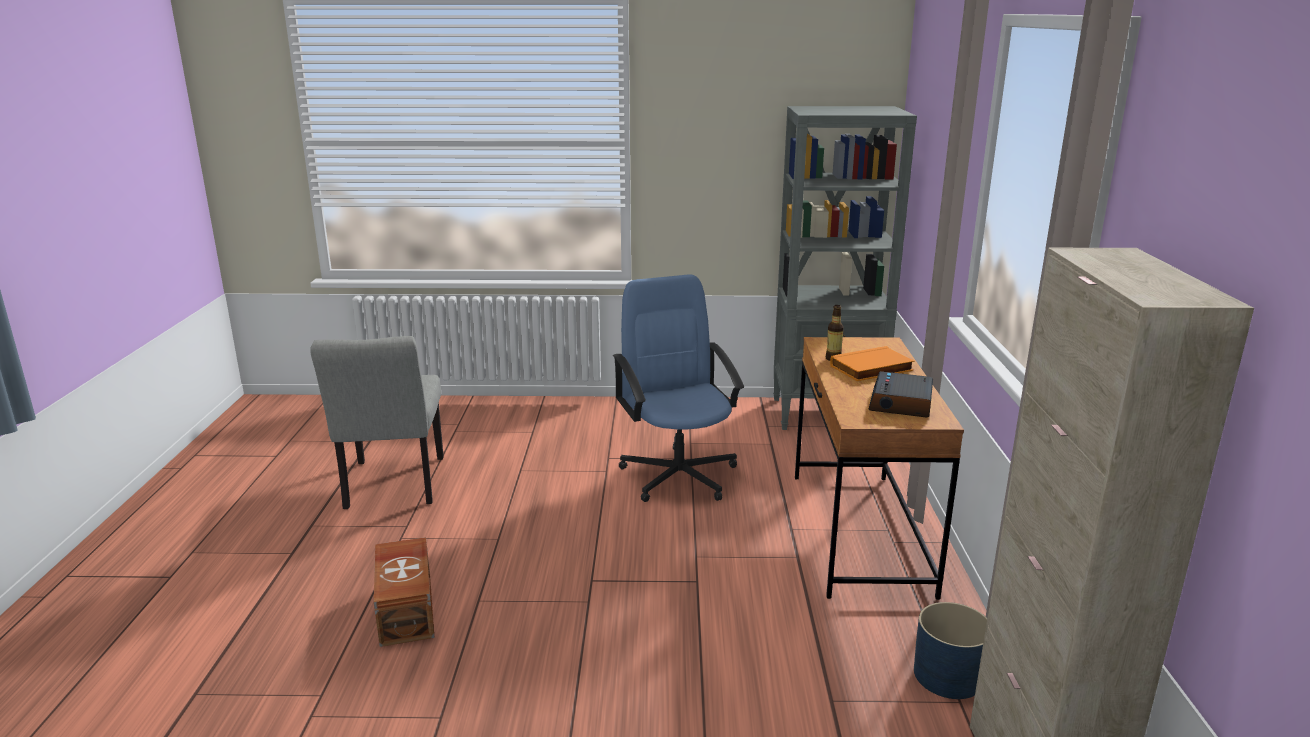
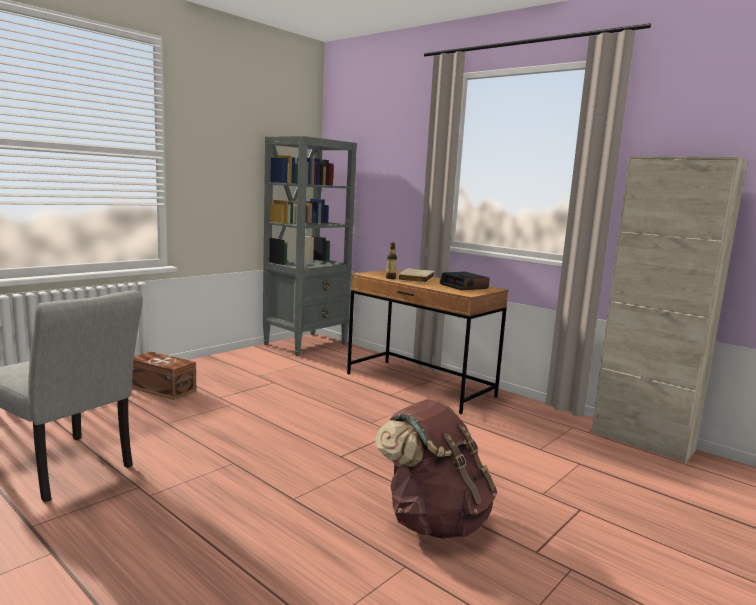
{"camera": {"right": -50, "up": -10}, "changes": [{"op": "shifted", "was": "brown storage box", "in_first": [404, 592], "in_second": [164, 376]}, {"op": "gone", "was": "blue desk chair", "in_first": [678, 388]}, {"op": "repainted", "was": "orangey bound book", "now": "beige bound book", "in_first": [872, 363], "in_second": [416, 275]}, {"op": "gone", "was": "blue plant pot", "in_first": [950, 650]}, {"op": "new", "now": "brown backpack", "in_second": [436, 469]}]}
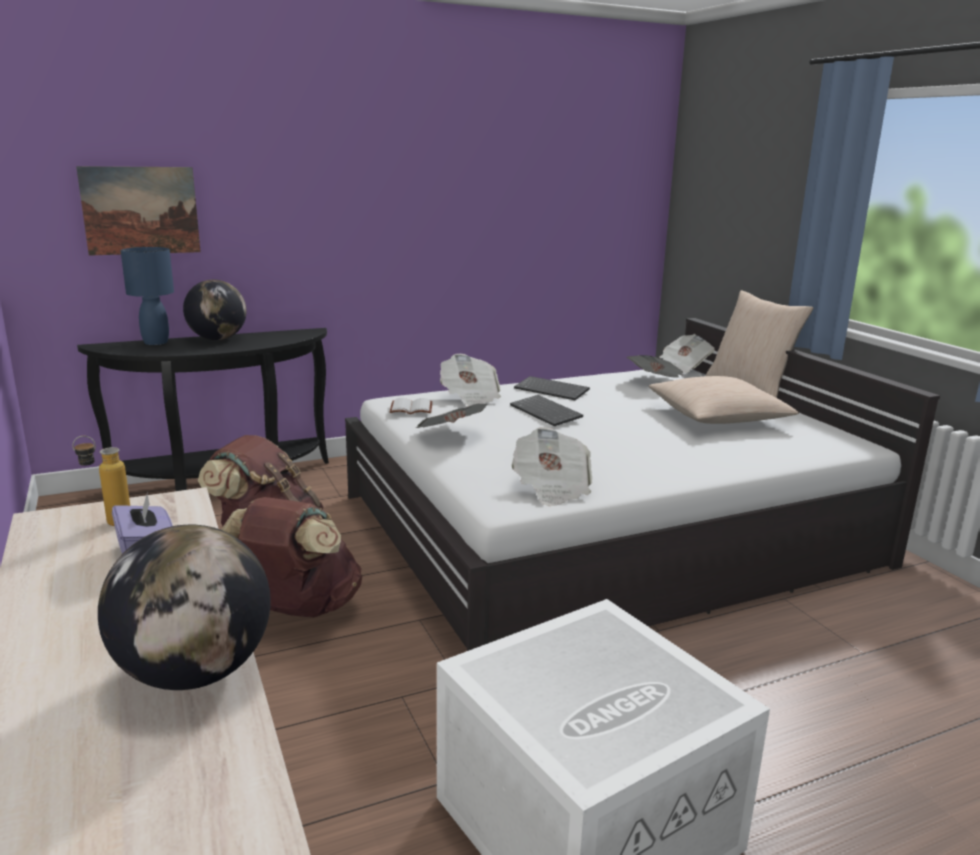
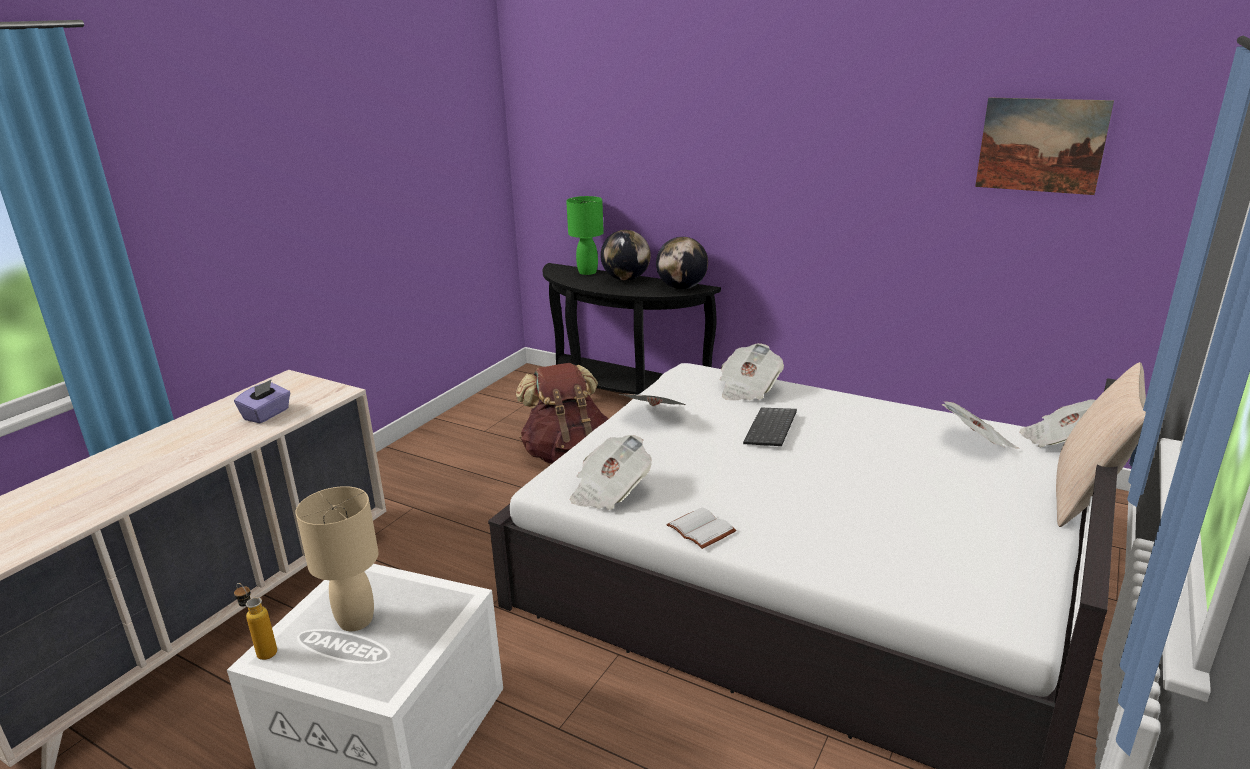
{"camera": {"right": 55, "up": 5}, "changes": [{"op": "shifted", "was": "drink bottle", "in_first": [101, 481], "in_second": [255, 621]}, {"op": "shifted", "was": "wall art", "in_first": [138, 211], "in_second": [1044, 146]}, {"op": "shifted", "was": "globe", "in_first": [184, 607], "in_second": [682, 263]}, {"op": "repainted", "was": "blue lamp for a table", "now": "green lamp for a table", "in_first": [147, 296], "in_second": [585, 235]}, {"op": "gone", "was": "brown backpack", "in_first": [291, 557]}, {"op": "shifted", "was": "white-coloured bound book", "in_first": [411, 406], "in_second": [701, 528]}, {"op": "gone", "was": "keyboard", "in_first": [552, 388]}, {"op": "gone", "was": "beige throw pillow", "in_first": [724, 400]}, {"op": "new", "now": "beige lamp for a table", "in_second": [337, 558]}]}
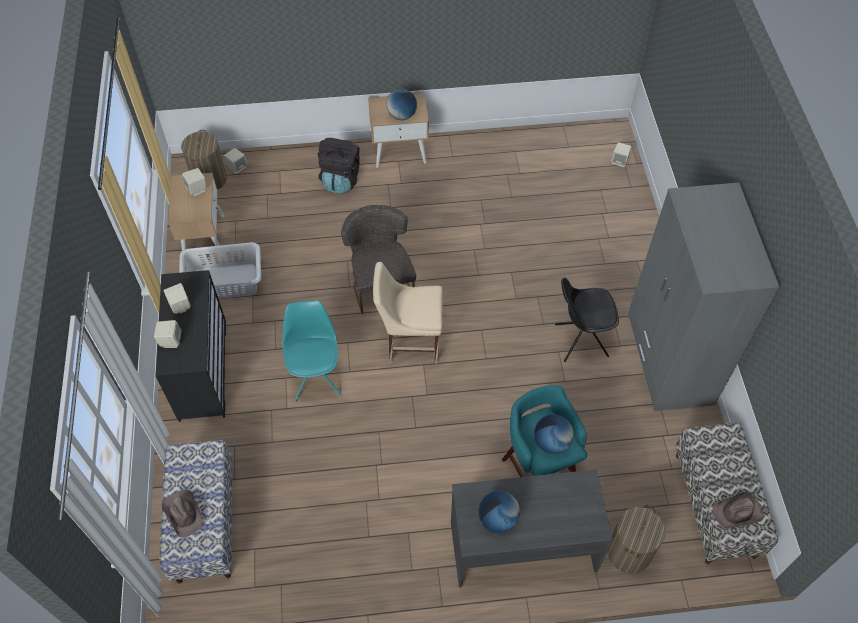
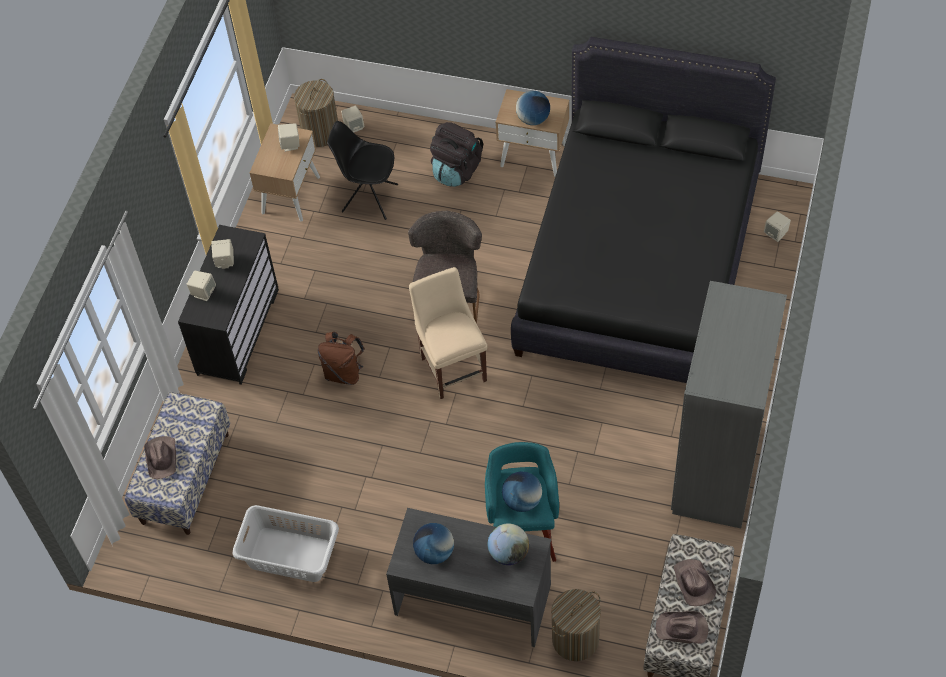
{"camera": {"right": 25, "up": 0}, "changes": [{"op": "shifted", "was": "greyish laundry basket", "in_first": [220, 270], "in_second": [285, 543]}, {"op": "swapped", "was": "turquoise plain chair", "now": "brown backpack", "in_first": [312, 351], "in_second": [341, 358]}, {"op": "rotated", "was": "beige plain chair", "in_first": [407, 312], "in_second": [448, 333], "clockwise": 45}, {"op": "shifted", "was": "black-coloured plain chair", "in_first": [587, 320], "in_second": [362, 170]}, {"op": "new", "now": "globe", "in_second": [508, 544]}, {"op": "new", "now": "black-coloured sleeping bed", "in_second": [643, 210]}, {"op": "new", "now": "brown wearable hat", "in_second": [695, 582]}]}
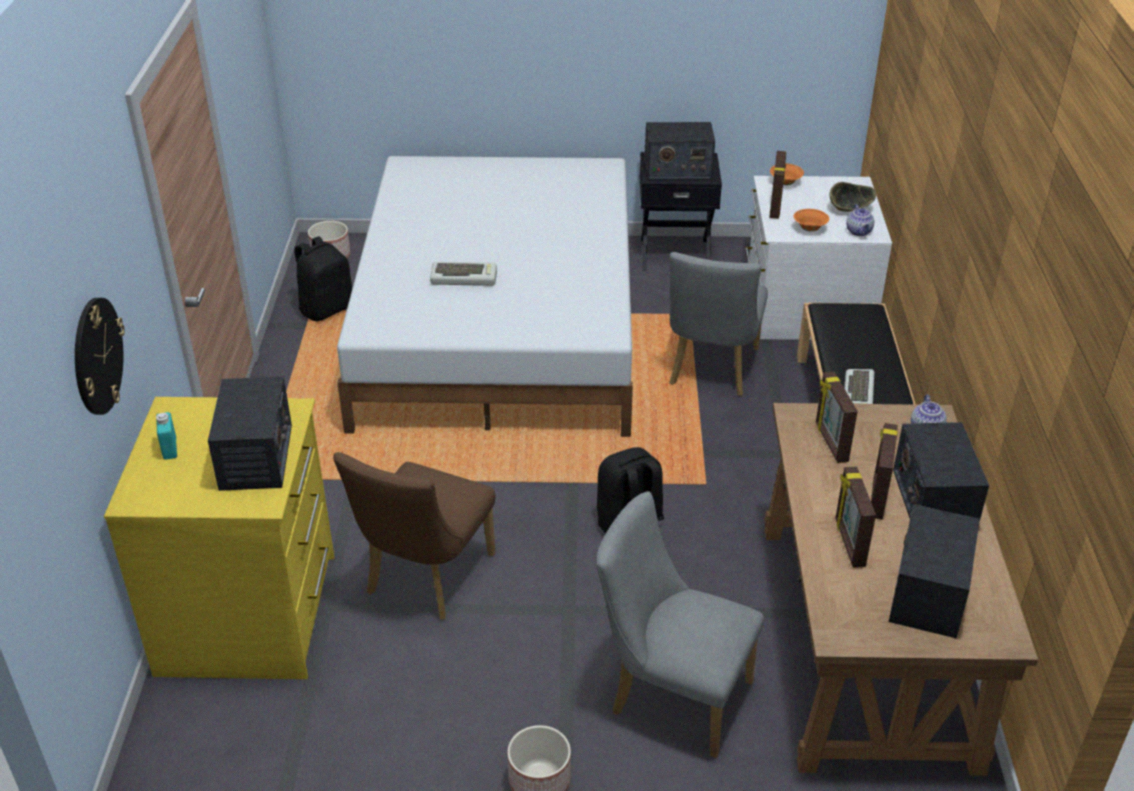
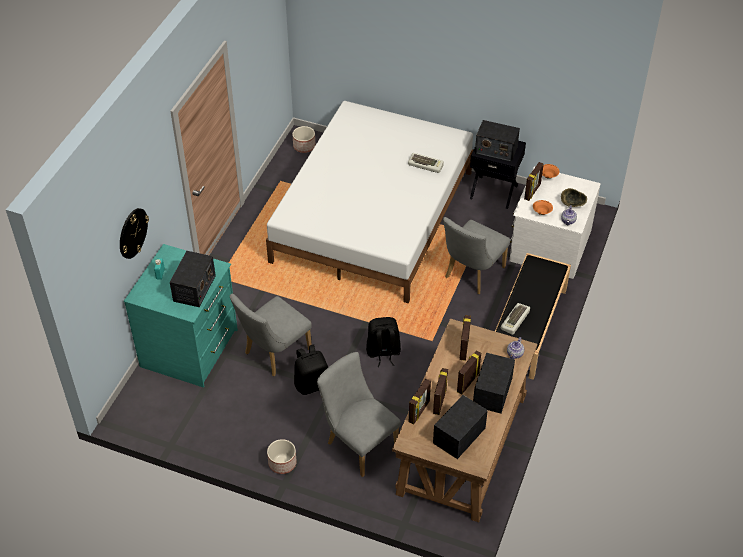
{"camera": {"right": 20, "up": 10}, "changes": [{"op": "repainted", "was": "yellow chest of drawers", "now": "turquoise chest of drawers", "in_first": [219, 538], "in_second": [181, 316]}, {"op": "shifted", "was": "black-coloured backpack", "in_first": [323, 278], "in_second": [311, 369]}, {"op": "repainted", "was": "brown plain chair", "now": "greyish plain chair", "in_first": [414, 535], "in_second": [271, 335]}, {"op": "shifted", "was": "keyboard", "in_first": [463, 273], "in_second": [426, 163]}, {"op": "new", "now": "standing frame", "in_second": [420, 401]}]}
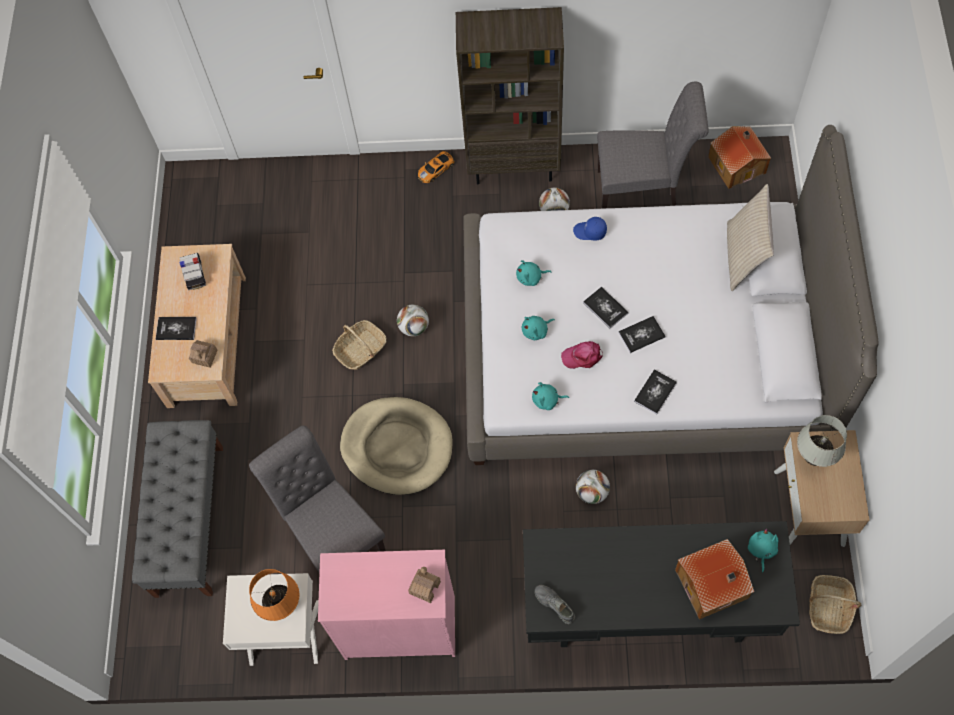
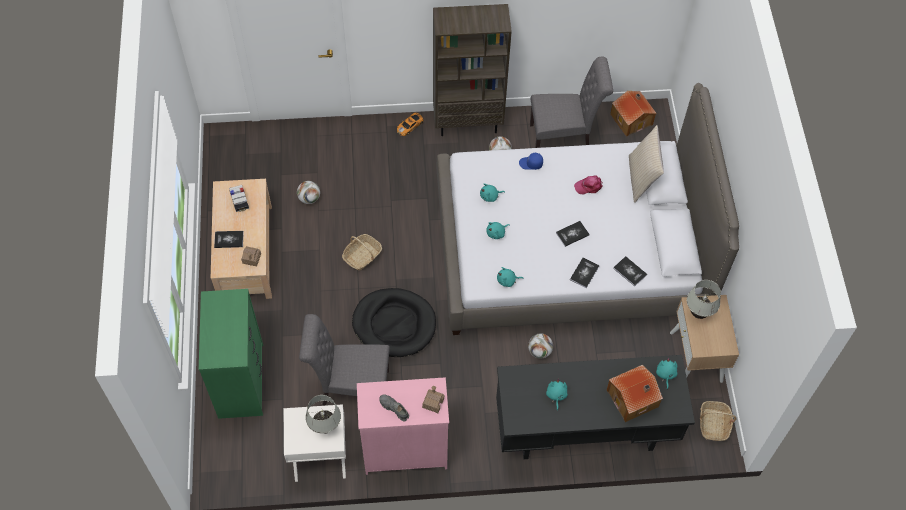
{"camera": {"right": -10, "up": -5}, "changes": [{"op": "swapped", "was": "greyish indoor bench", "now": "green chest of drawers", "in_first": [177, 509], "in_second": [231, 354]}, {"op": "rotated", "was": "greyish plain chair", "in_first": [317, 499], "in_second": [344, 360], "clockwise": -45}, {"op": "repainted", "was": "orangey lamp for a table", "now": "white-coloured lamp for a table", "in_first": [274, 595], "in_second": [323, 414]}, {"op": "repainted", "was": "beige dog bed", "now": "black-coloured dog bed", "in_first": [396, 446], "in_second": [394, 322]}, {"op": "shifted", "was": "football ball", "in_first": [413, 320], "in_second": [308, 192]}, {"op": "shifted", "was": "greyish low shoe", "in_first": [555, 604], "in_second": [394, 407]}, {"op": "shifted", "was": "pink-coloured cap", "in_first": [582, 355], "in_second": [588, 185]}, {"op": "shifted", "was": "bound book", "in_first": [606, 307], "in_second": [630, 271]}, {"op": "new", "now": "turquoise cuddly toy", "in_second": [557, 394]}]}
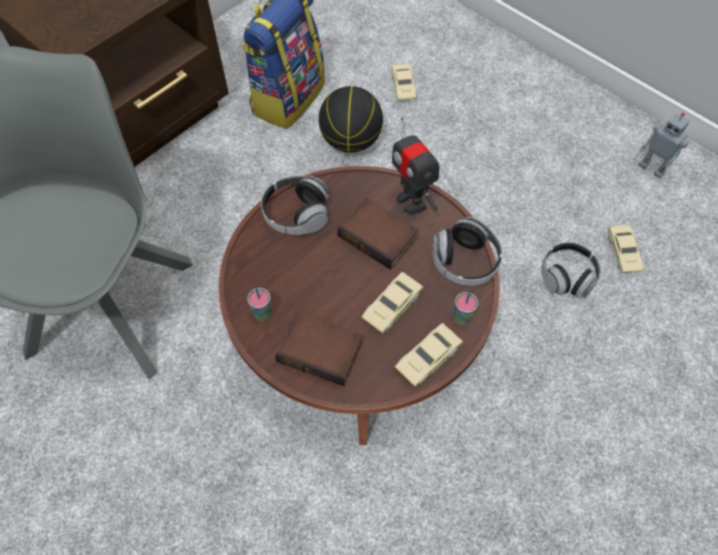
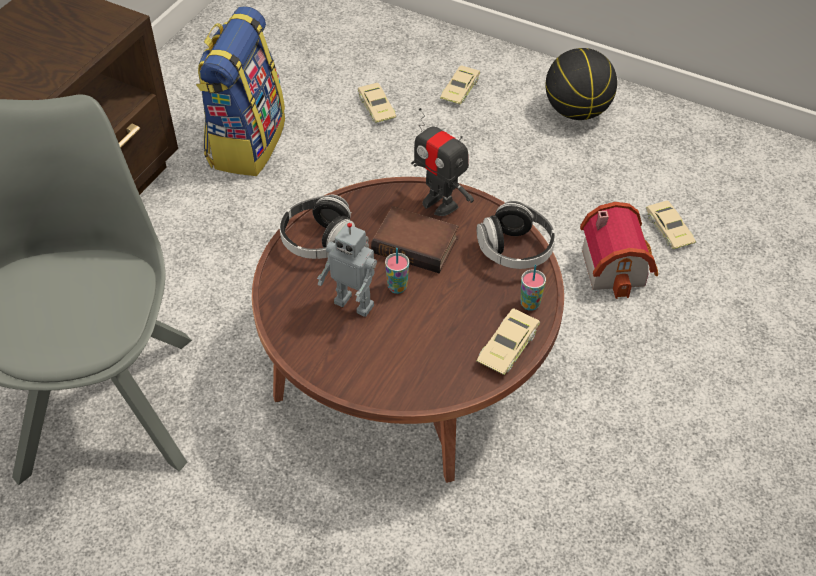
{"camera": {"right": -15, "up": -10}, "changes": [{"op": "shifted", "was": "drinking cup", "in_first": [259, 305], "in_second": [397, 271]}, {"op": "gone", "was": "bound book", "in_first": [318, 349]}, {"op": "shifted", "was": "basketball ball", "in_first": [351, 119], "in_second": [581, 84]}, {"op": "shifted", "was": "beige model car", "in_first": [392, 302], "in_second": [460, 84]}, {"op": "swapped", "was": "pair of headphones", "now": "toy house", "in_first": [571, 270], "in_second": [619, 250]}, {"op": "shifted", "was": "robot figure", "in_first": [664, 145], "in_second": [347, 270]}]}
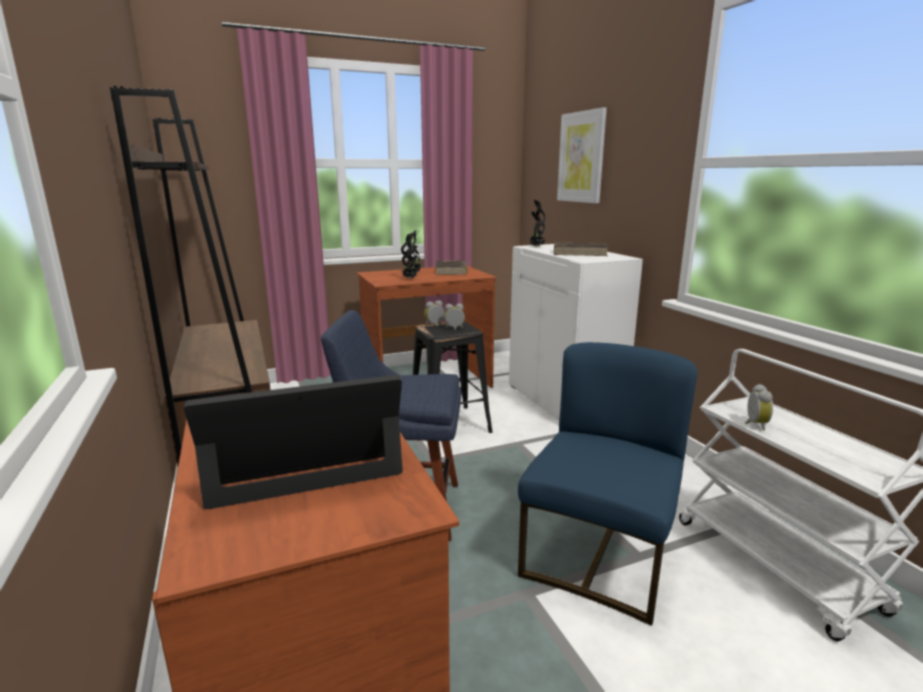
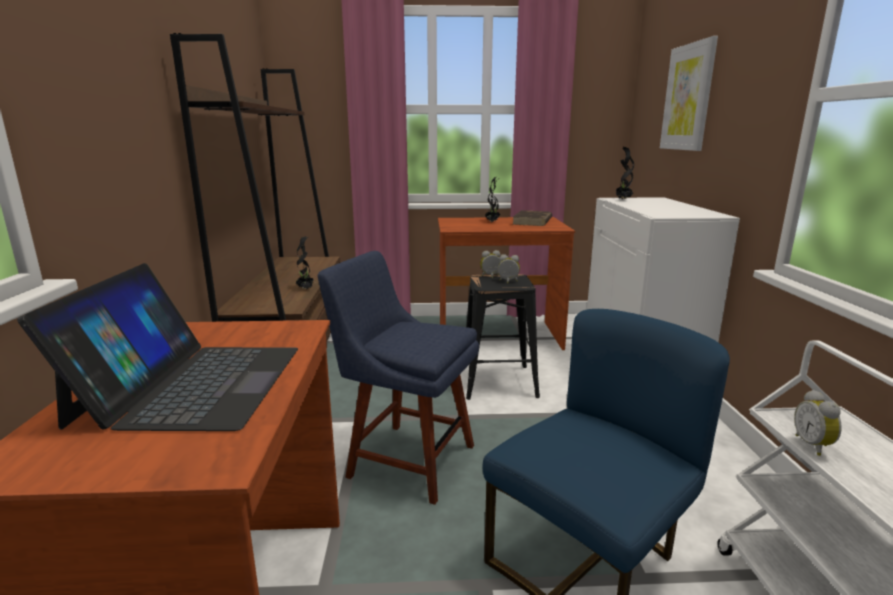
{"camera": {"right": 20, "up": 0}, "changes": [{"op": "rotated", "was": "notebook computer", "in_first": [293, 442], "in_second": [157, 347], "clockwise": 90}, {"op": "shifted", "was": "potted plant", "in_first": [409, 256], "in_second": [305, 263]}, {"op": "gone", "was": "brown bound book", "in_first": [581, 249]}, {"op": "rotated", "was": "alarm clock", "in_first": [759, 407], "in_second": [818, 423], "clockwise": 150}]}
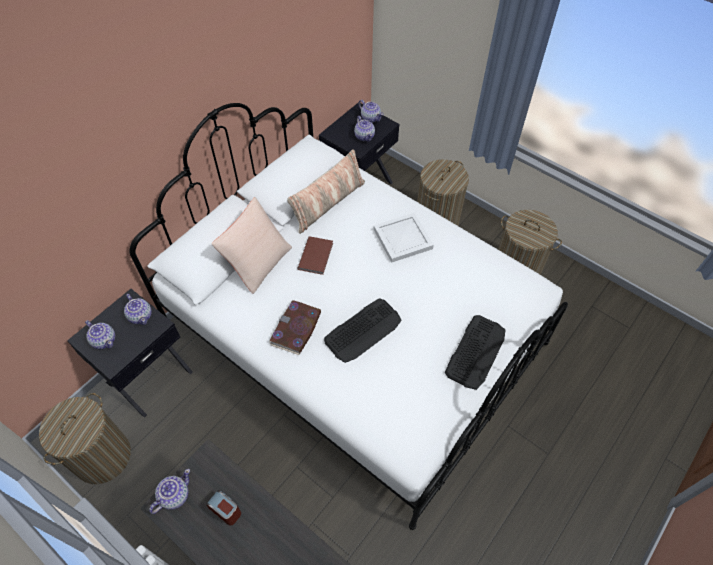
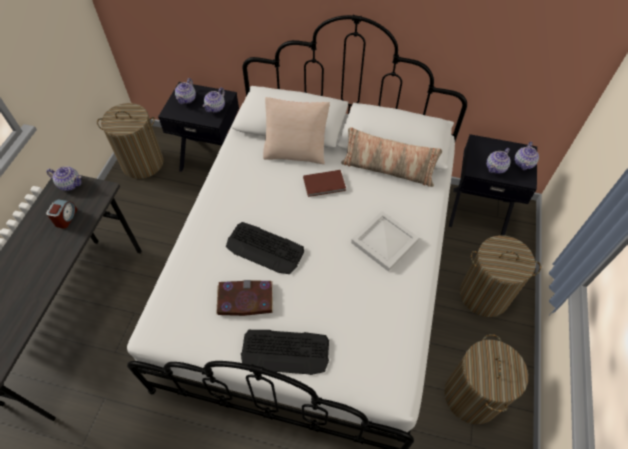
{"camera": {"right": 65, "up": 0}, "changes": [{"op": "shifted", "was": "bound book", "in_first": [295, 327], "in_second": [245, 298]}]}
